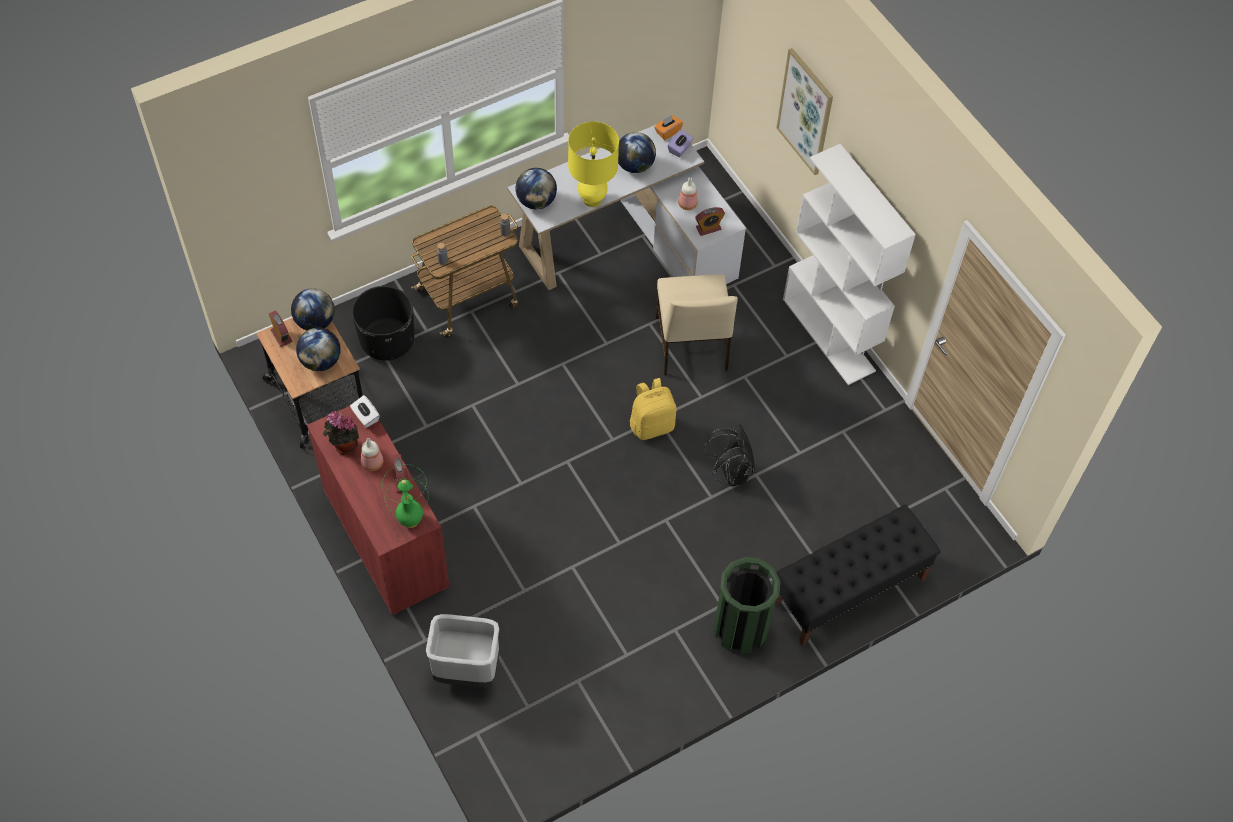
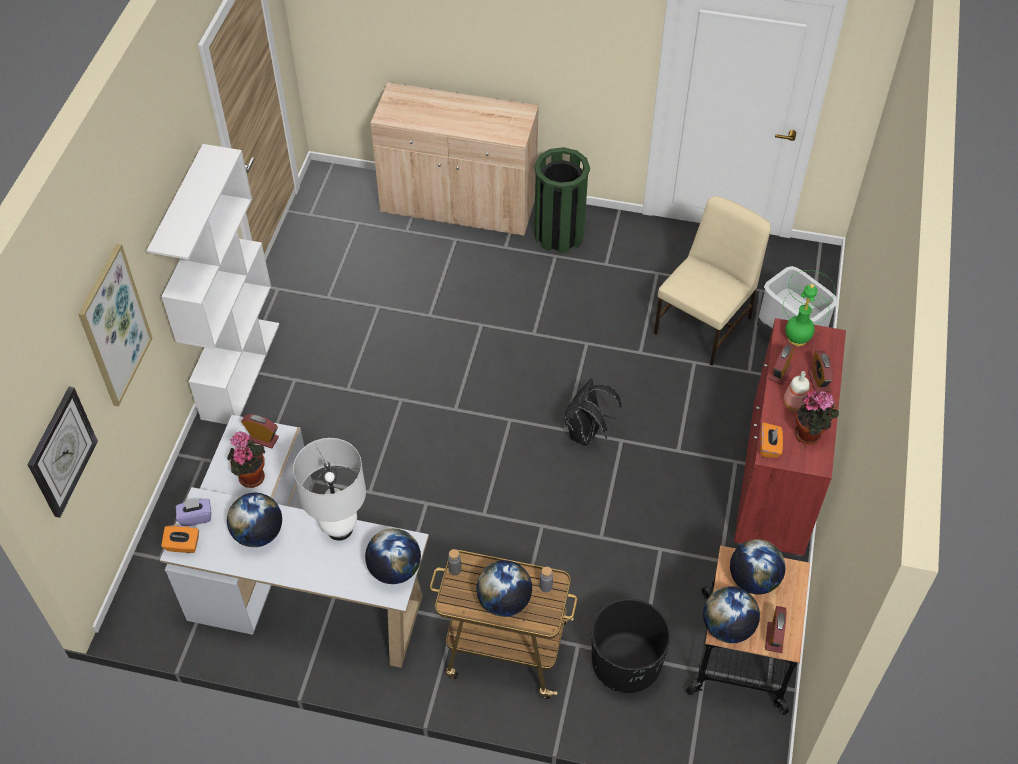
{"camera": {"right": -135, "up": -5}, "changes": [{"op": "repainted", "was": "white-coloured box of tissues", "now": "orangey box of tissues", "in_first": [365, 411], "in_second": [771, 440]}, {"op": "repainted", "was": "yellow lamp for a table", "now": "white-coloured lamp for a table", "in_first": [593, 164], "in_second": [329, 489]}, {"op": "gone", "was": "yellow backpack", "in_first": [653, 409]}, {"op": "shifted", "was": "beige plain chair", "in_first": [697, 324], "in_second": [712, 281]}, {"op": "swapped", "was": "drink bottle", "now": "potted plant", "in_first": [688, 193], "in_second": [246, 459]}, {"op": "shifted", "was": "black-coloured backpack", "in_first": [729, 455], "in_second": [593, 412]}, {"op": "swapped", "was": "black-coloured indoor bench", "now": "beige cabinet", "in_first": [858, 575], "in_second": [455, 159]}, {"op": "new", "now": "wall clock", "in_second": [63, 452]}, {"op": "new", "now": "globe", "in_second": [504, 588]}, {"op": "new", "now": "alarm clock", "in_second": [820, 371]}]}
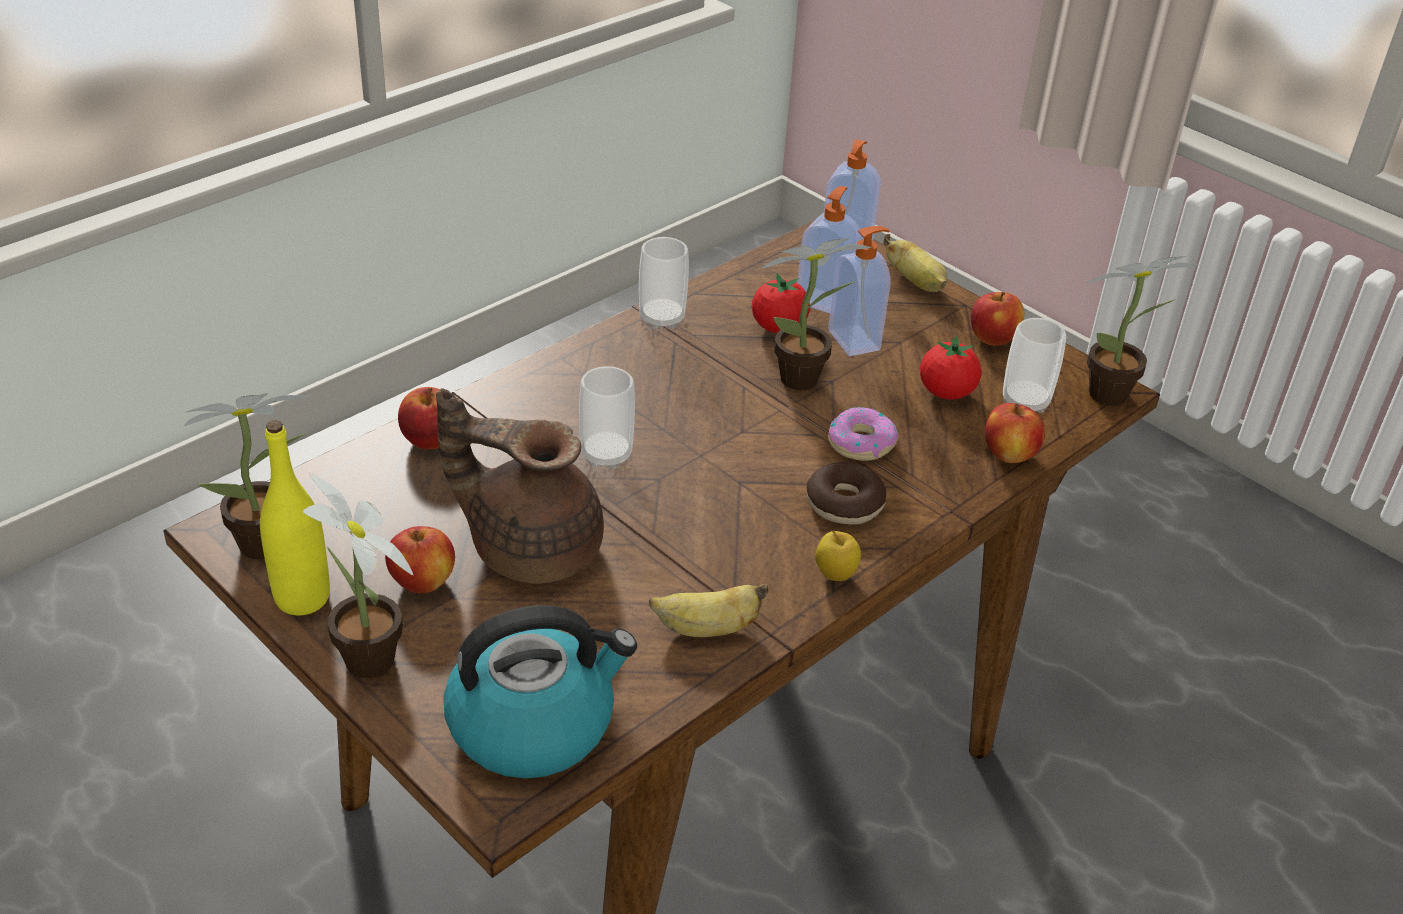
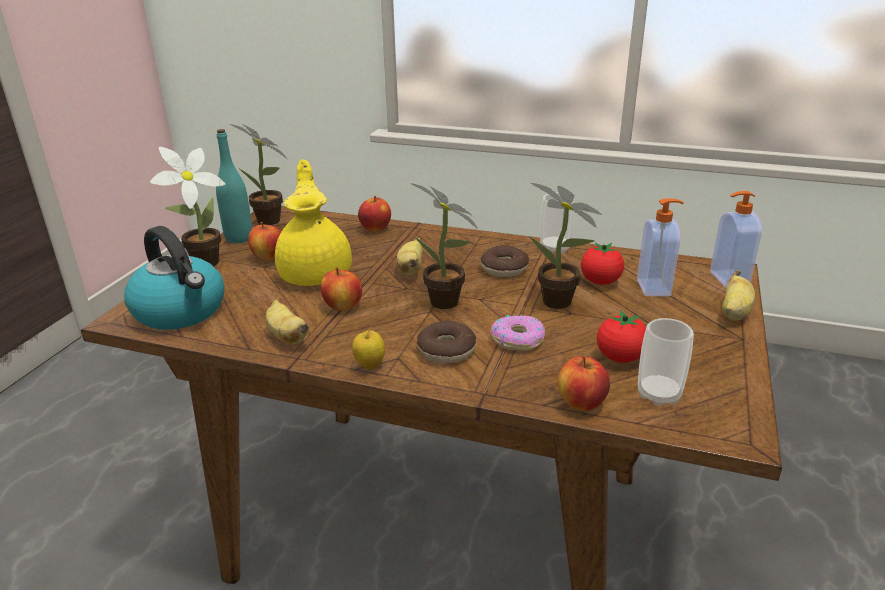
{"camera": {"right": 65, "up": -10}, "changes": [{"op": "repainted", "was": "yellow drink bottle", "now": "turquoise drink bottle", "in_first": [295, 517], "in_second": [234, 186]}, {"op": "repainted", "was": "brown tea pot", "now": "yellow tea pot", "in_first": [520, 486], "in_second": [313, 223]}, {"op": "swapped", "was": "drinking cup", "now": "whole banana", "in_first": [607, 417], "in_second": [410, 256]}, {"op": "gone", "was": "liquid soap bottle", "in_first": [859, 291]}, {"op": "shifted", "was": "apple", "in_first": [997, 319], "in_second": [341, 289]}, {"op": "shifted", "was": "potted plant", "in_first": [1141, 331], "in_second": [444, 246]}, {"op": "new", "now": "donut", "in_second": [505, 261]}]}
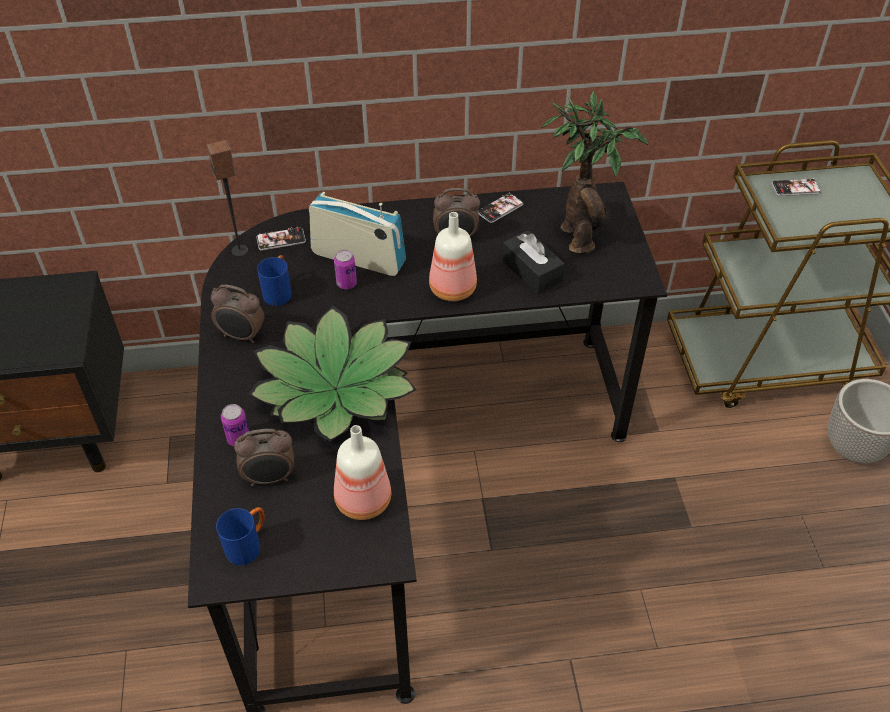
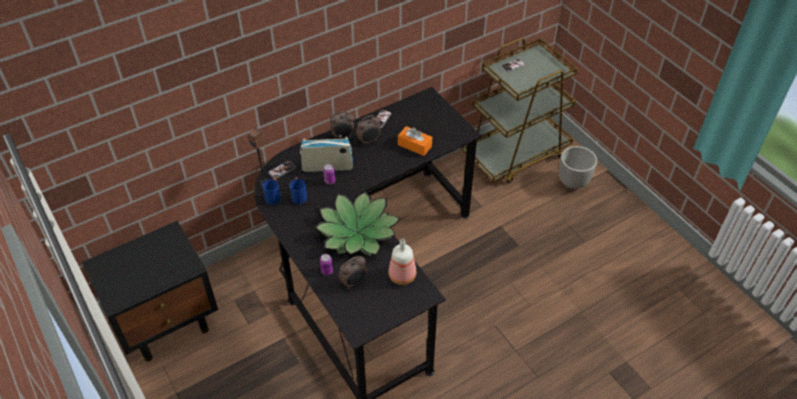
{"camera": {"right": -25, "up": 0}, "changes": [{"op": "shifted", "was": "alarm clock", "in_first": [237, 314], "in_second": [342, 125]}, {"op": "shifted", "was": "blue mug", "in_first": [240, 536], "in_second": [271, 191]}, {"op": "gone", "was": "drink bottle", "in_first": [453, 256]}, {"op": "repainted", "was": "black-coloured box of tissues", "now": "orangey box of tissues", "in_first": [533, 263], "in_second": [415, 141]}, {"op": "gone", "was": "potted plant", "in_first": [595, 172]}]}
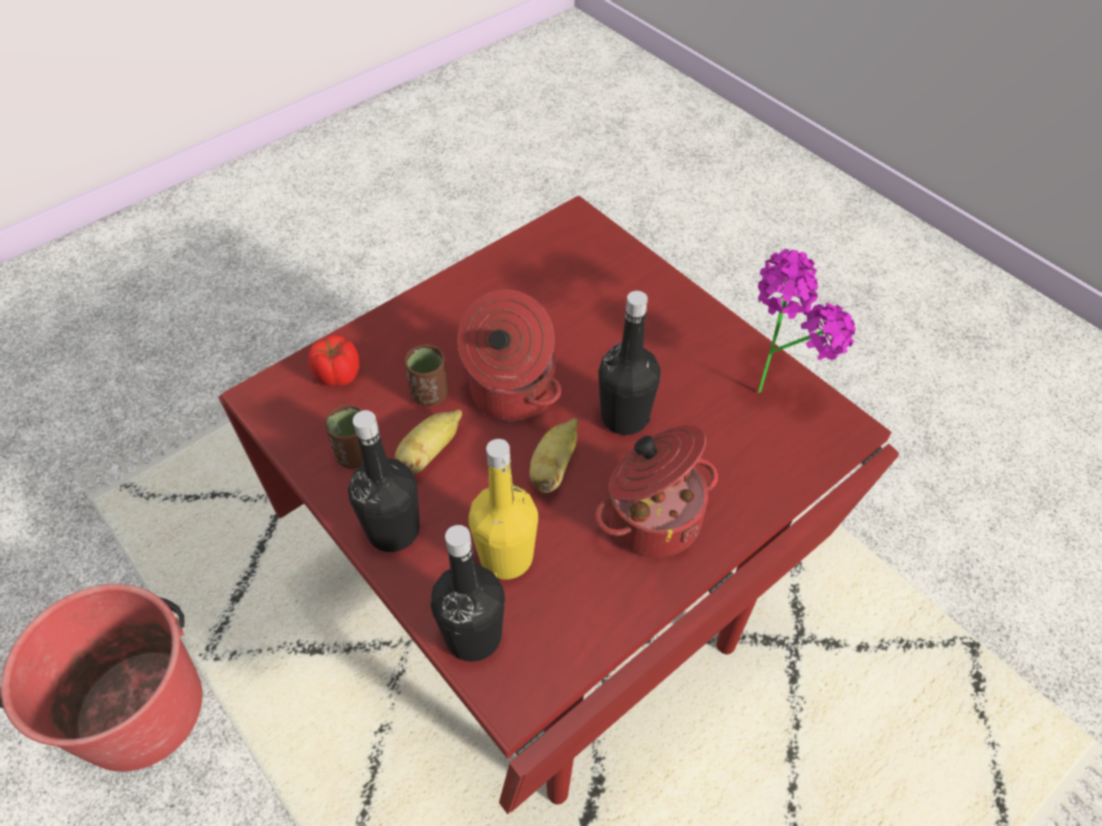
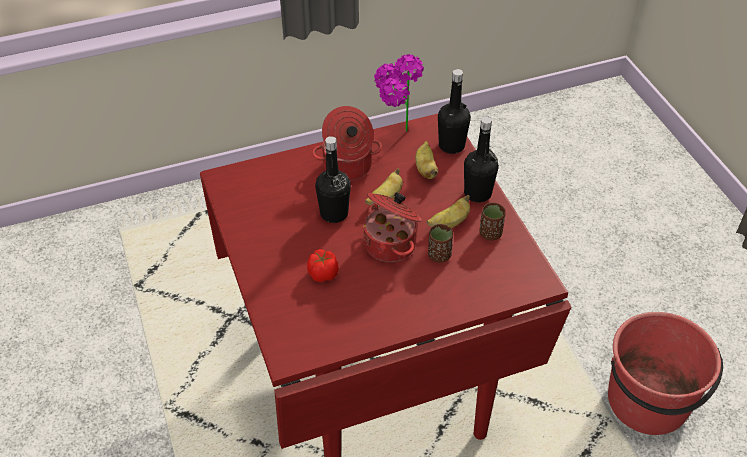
{"camera": {"right": -160, "up": -5}, "changes": [{"op": "shifted", "was": "tomato", "in_first": [334, 360], "in_second": [323, 265]}, {"op": "swapped", "was": "yellow drink bottle", "now": "whole banana", "in_first": [503, 509], "in_second": [426, 160]}, {"op": "shifted", "was": "potted plant", "in_first": [806, 321], "in_second": [399, 93]}]}
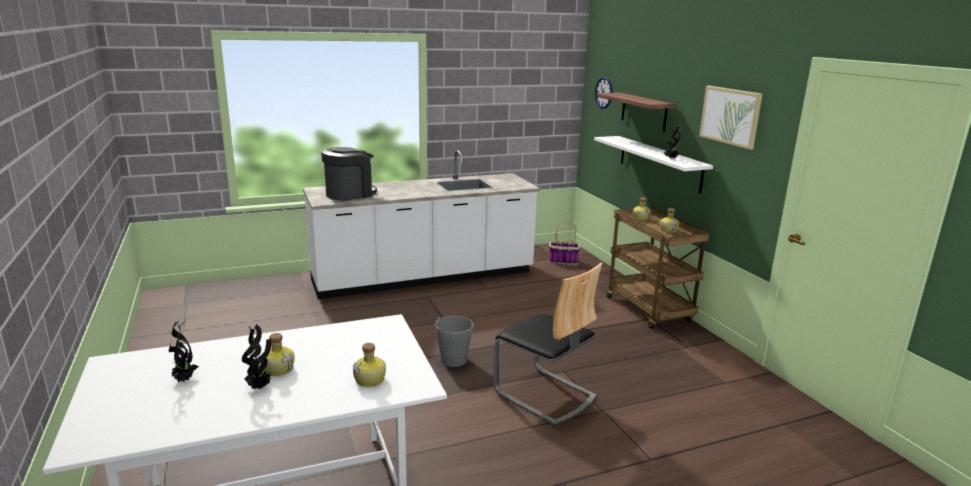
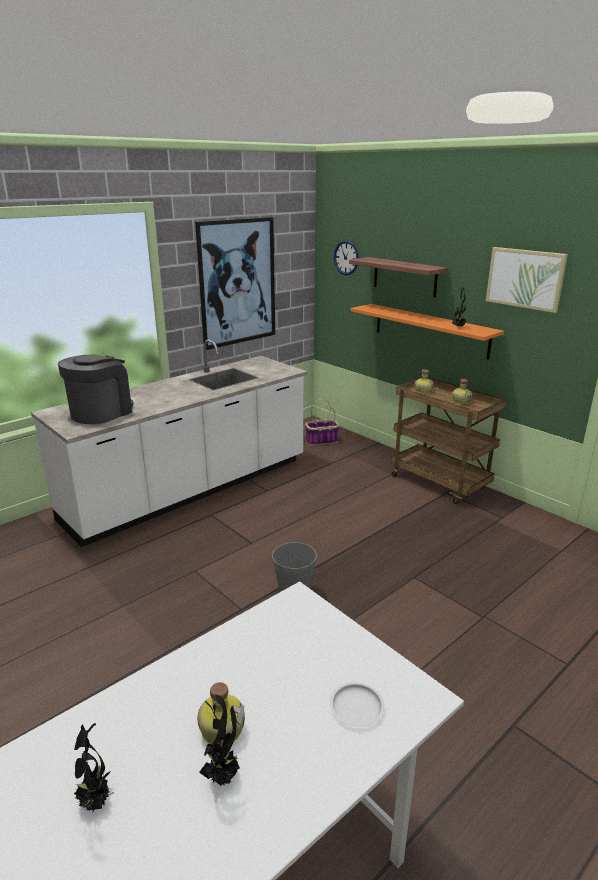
{"camera": {"right": -20, "up": 5}, "changes": [{"op": "swapped", "was": "drink bottle", "now": "white-coloured plate", "in_first": [369, 365], "in_second": [357, 704]}, {"op": "gone", "was": "plain chair", "in_first": [547, 344]}, {"op": "repainted", "was": "white-coloured shelf", "now": "orangey shelf", "in_first": [653, 164], "in_second": [427, 332]}, {"op": "new", "now": "wall art", "in_second": [235, 283]}]}
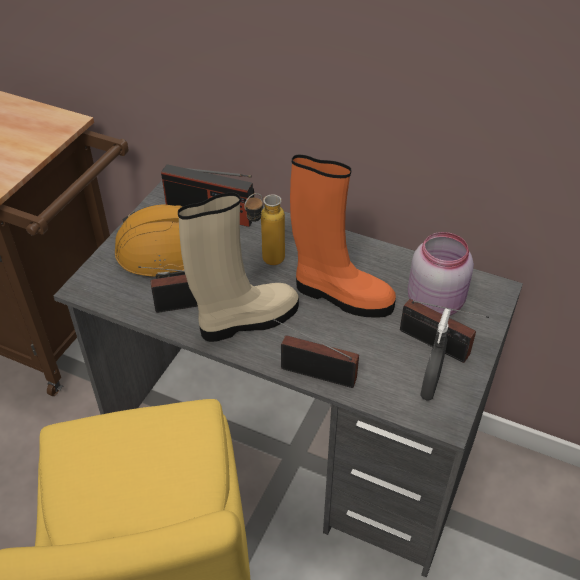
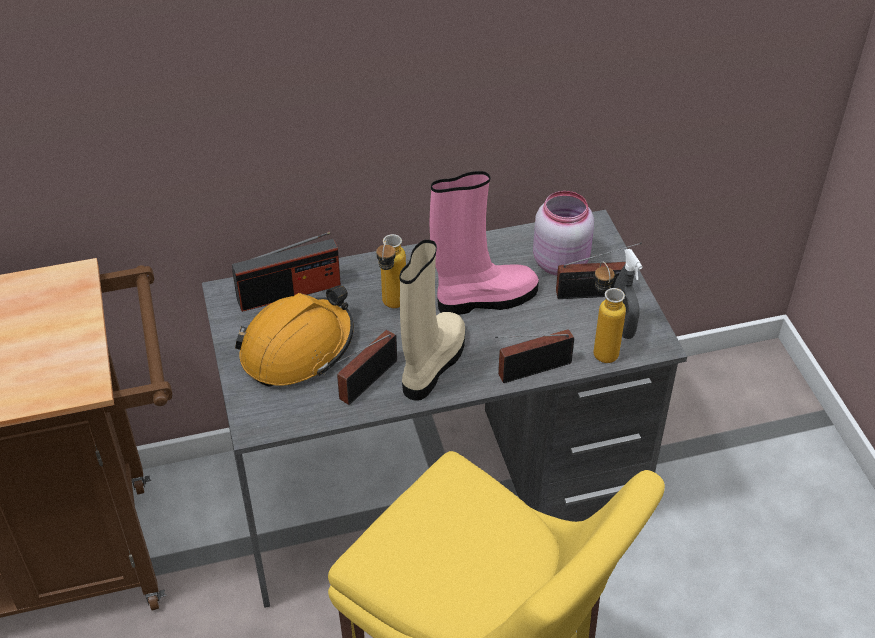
{"camera": {"right": -40, "up": 0}, "changes": [{"op": "repainted", "was": "orangey tall boot", "now": "pink-coloured tall boot", "in_first": [343, 236], "in_second": [484, 243]}, {"op": "new", "now": "drink bottle", "in_second": [610, 312]}]}
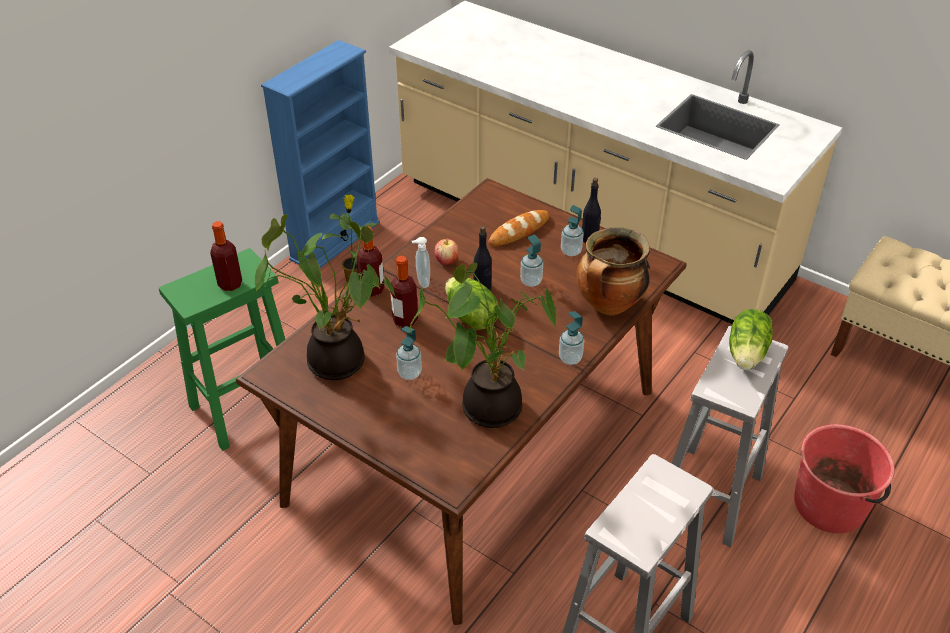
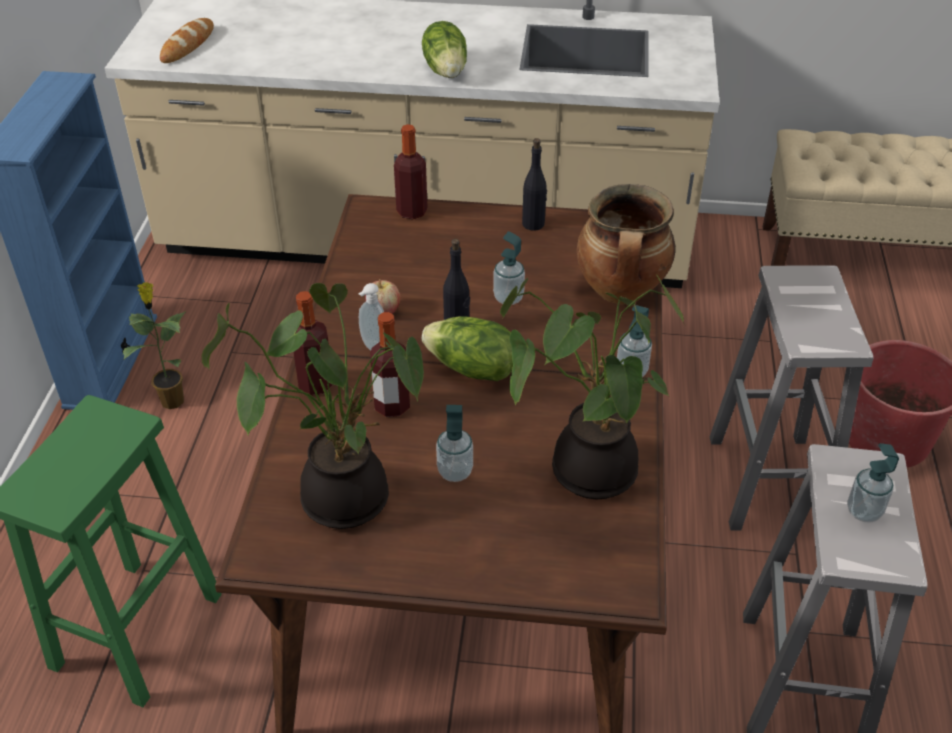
{"camera": {"right": -30, "up": 0}, "changes": [{"op": "shifted", "was": "drink bottle", "in_first": [226, 256], "in_second": [411, 171]}, {"op": "shifted", "was": "bakery bread", "in_first": [519, 228], "in_second": [187, 40]}, {"op": "shifted", "was": "liquid soap bottle", "in_first": [572, 230], "in_second": [873, 483]}, {"op": "shifted", "was": "lettuce", "in_first": [751, 339], "in_second": [444, 49]}]}
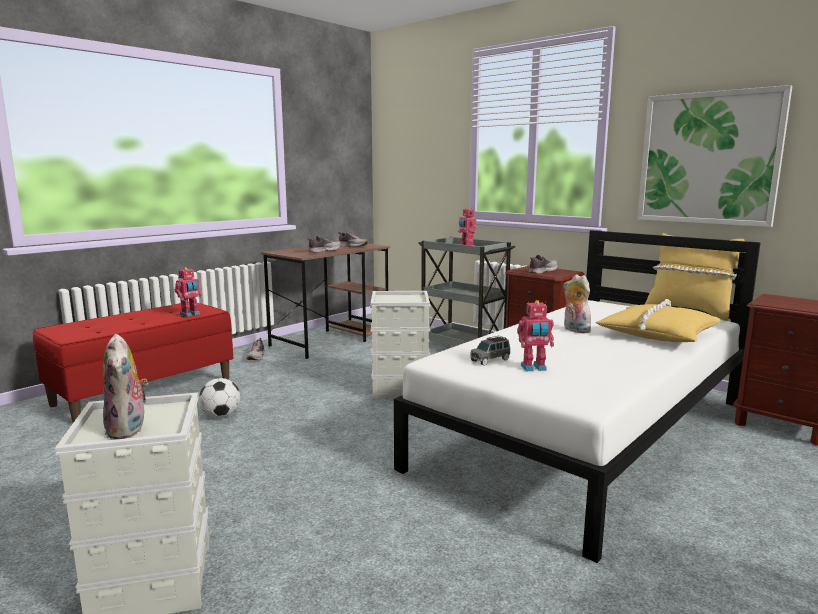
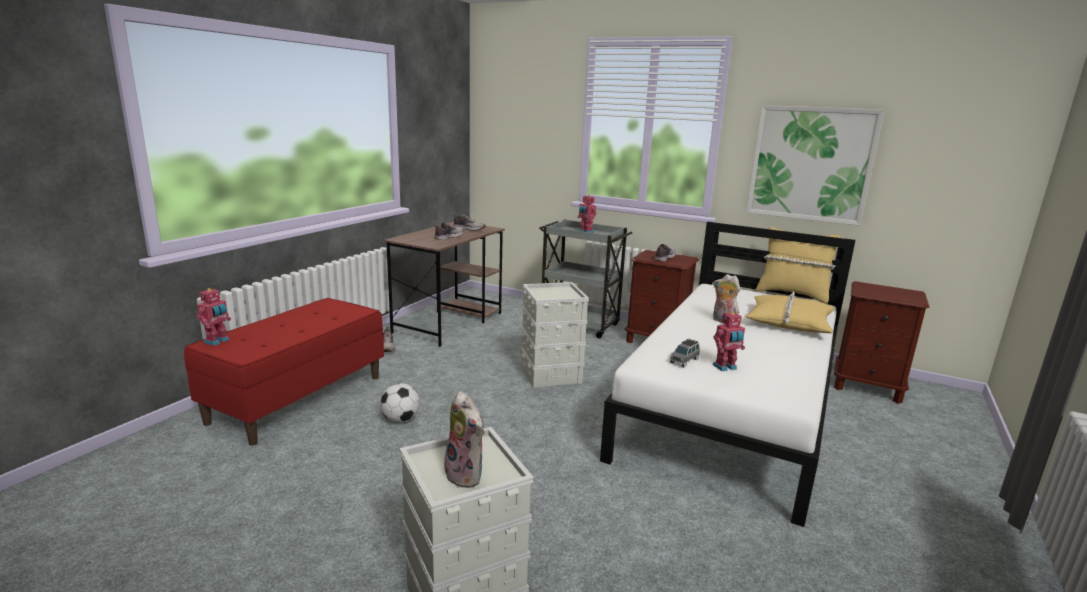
{"camera": {"right": -15, "up": 5}, "changes": [{"op": "shifted", "was": "robot figure", "in_first": [188, 292], "in_second": [213, 316]}]}
